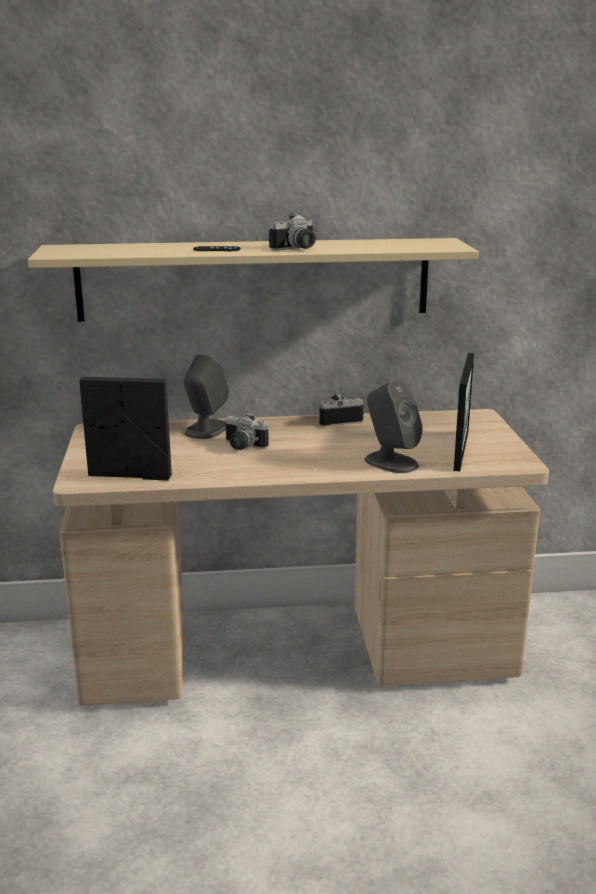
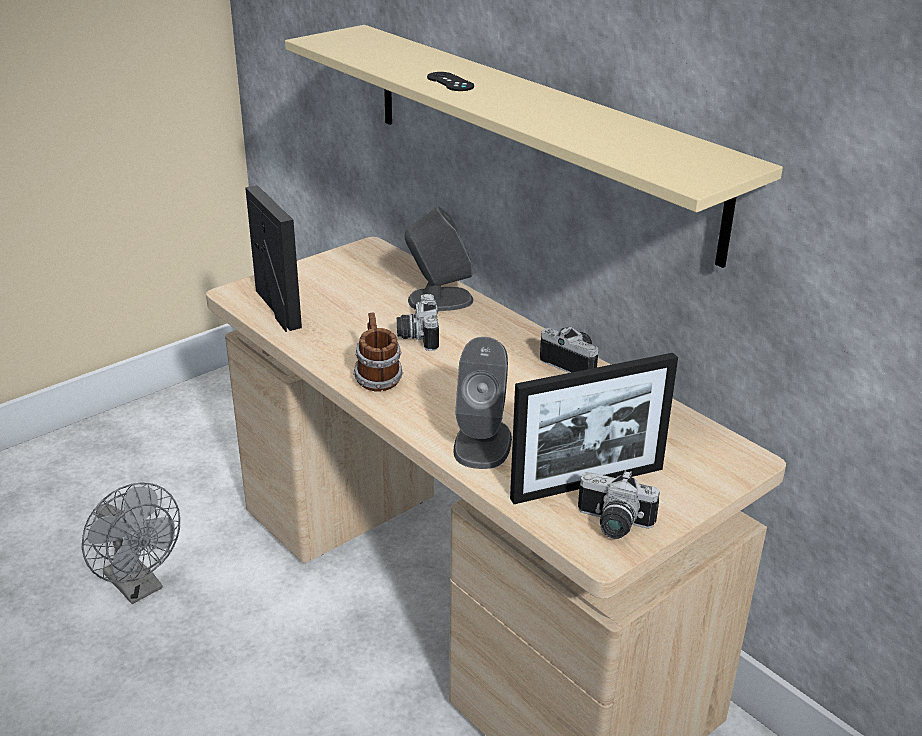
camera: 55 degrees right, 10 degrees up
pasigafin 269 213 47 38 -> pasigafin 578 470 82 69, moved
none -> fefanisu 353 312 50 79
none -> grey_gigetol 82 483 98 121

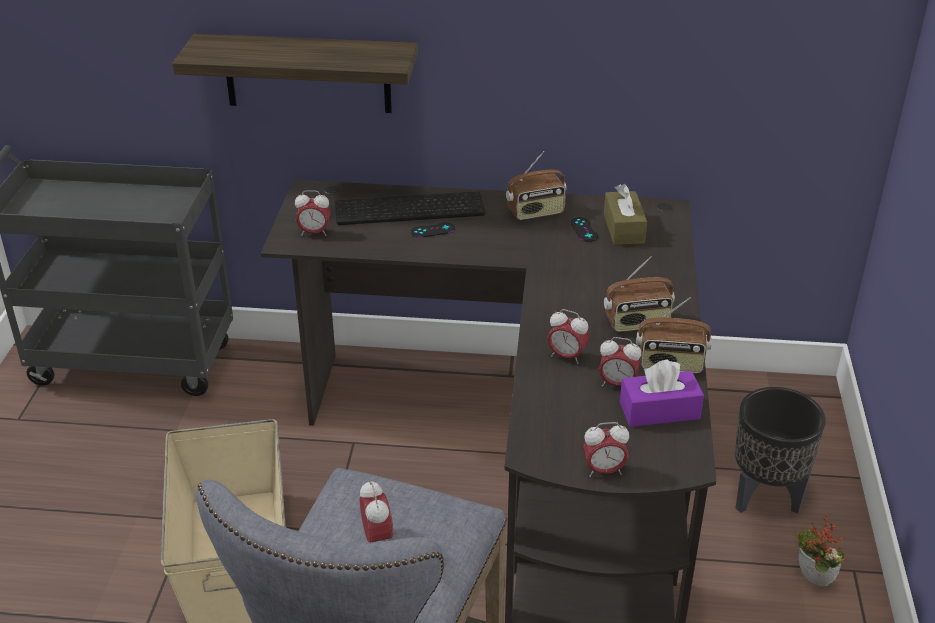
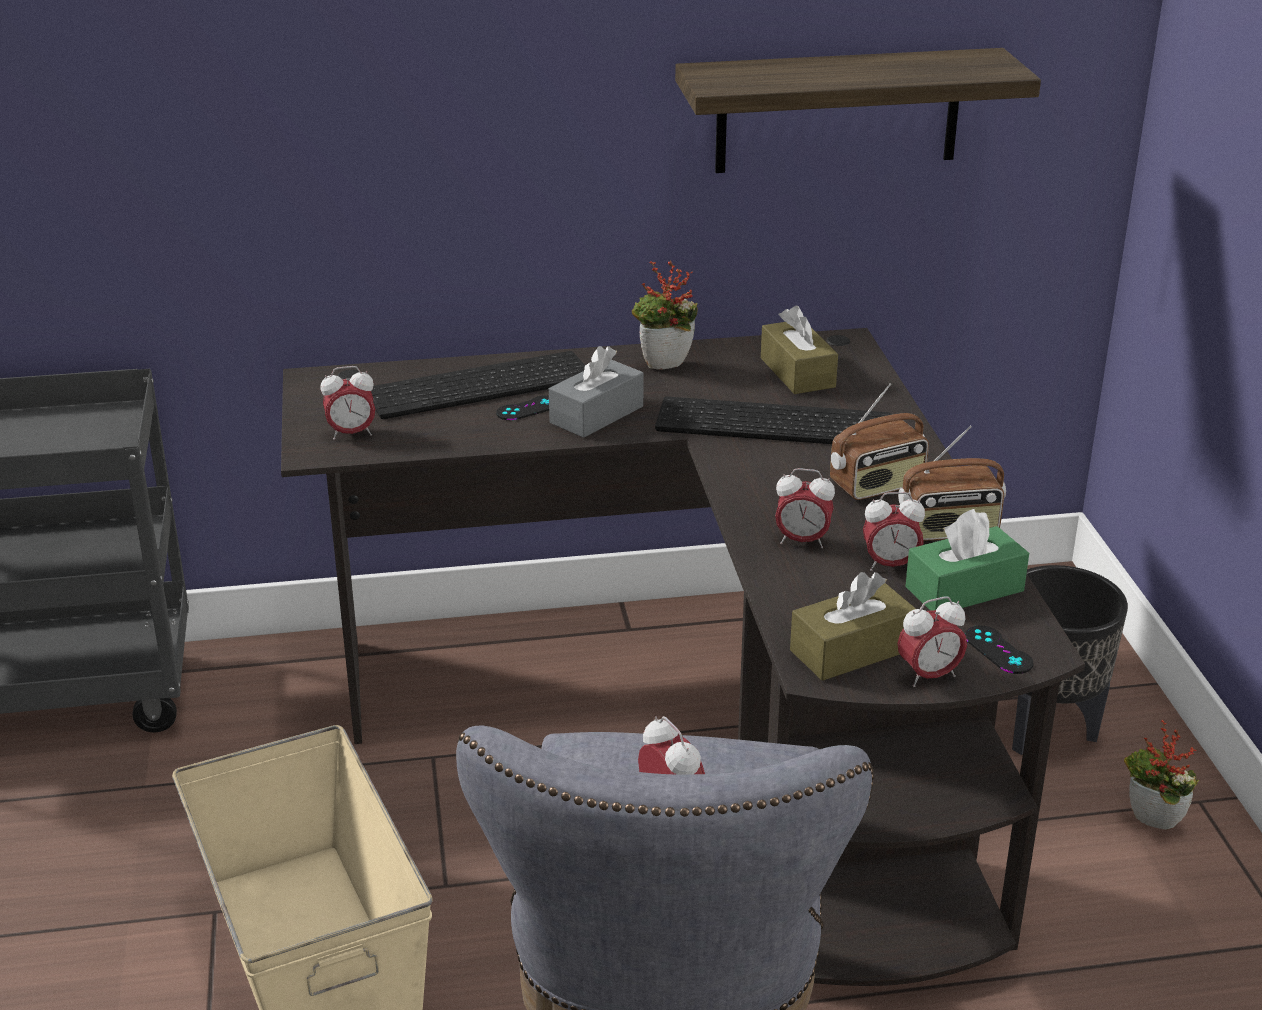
camera: 15 degrees left, 5 degrees down
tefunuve 172 34 246 79 -> tefunuve 675 48 366 125, moved
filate 506 151 60 69 -> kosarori 632 261 66 108
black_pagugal 570 217 28 25 -> black_pagugal 965 625 68 49, moved
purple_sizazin 620 359 84 68 -> green_sizazin 905 509 124 102
none -> grey_sizazin 549 346 94 92
none -> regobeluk 655 397 236 47
none -> brown_sizazin 790 572 126 109

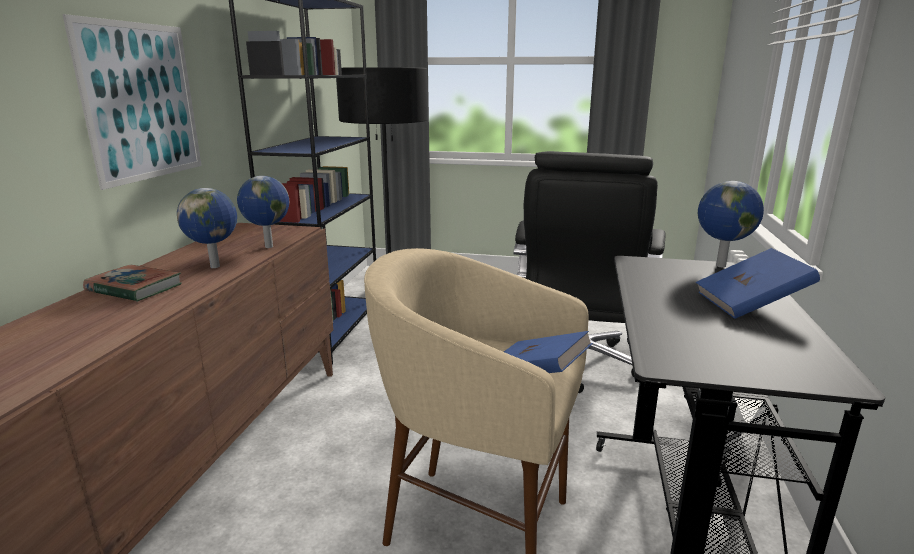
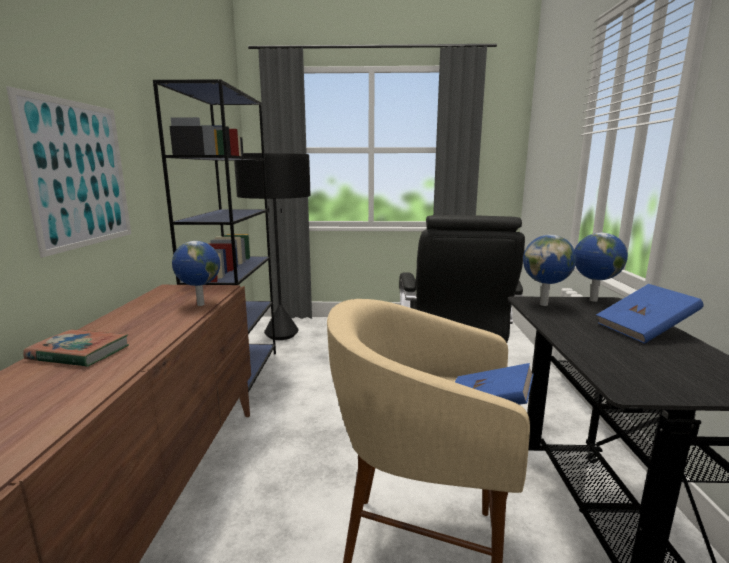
camera: 10 degrees left, 5 degrees down
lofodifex 177 188 60 80 -> lofodifex 523 235 54 71, moved

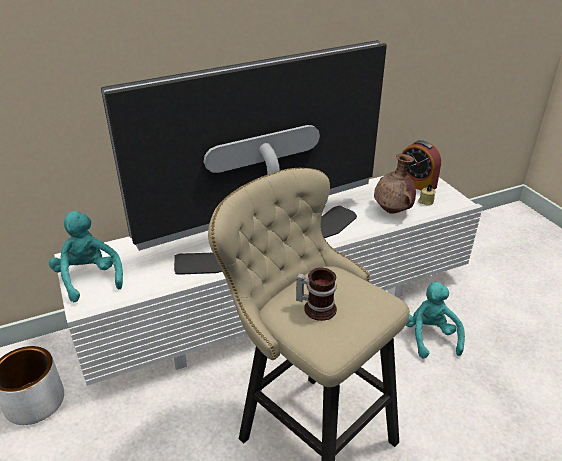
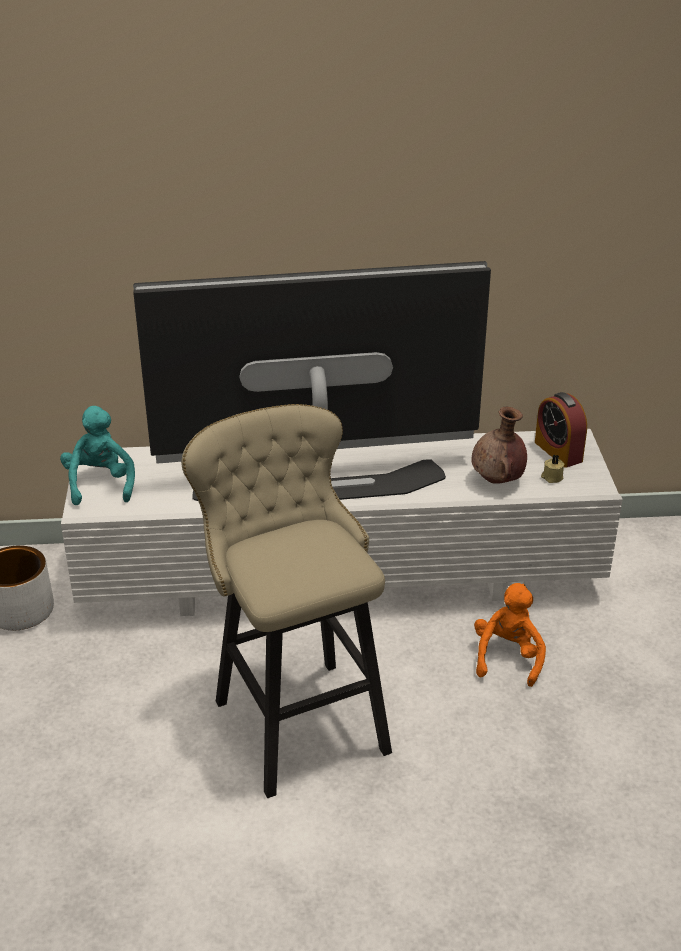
camera: 20 degrees right, 0 degrees up
fefanisu 296 267 41 54 -> none
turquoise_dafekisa 406 282 59 77 -> orange_dafekisa 474 583 72 104

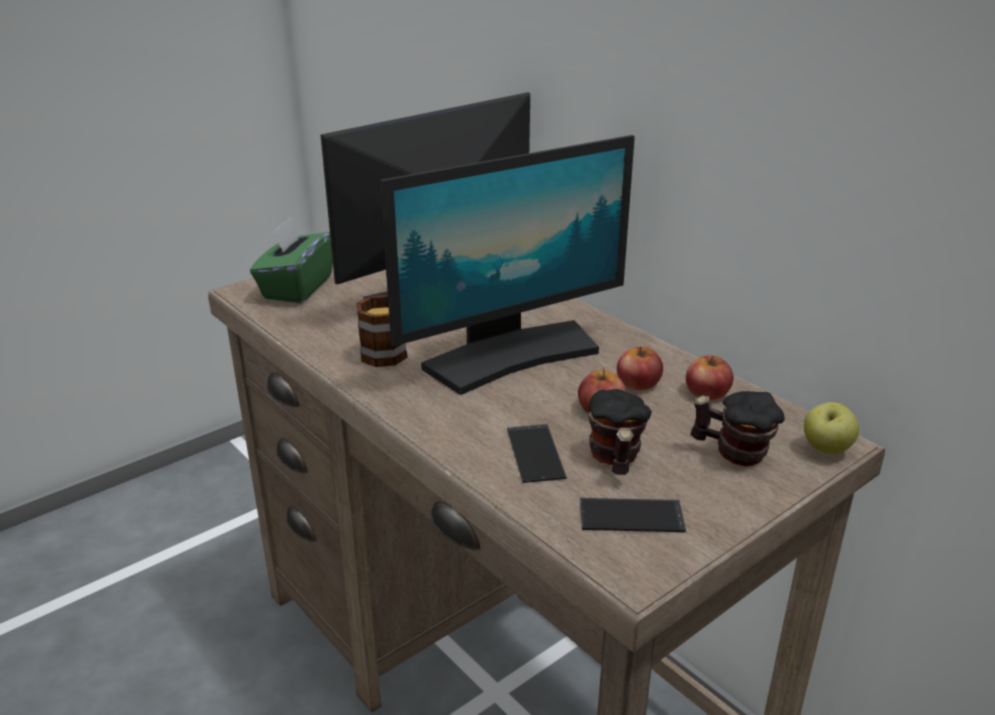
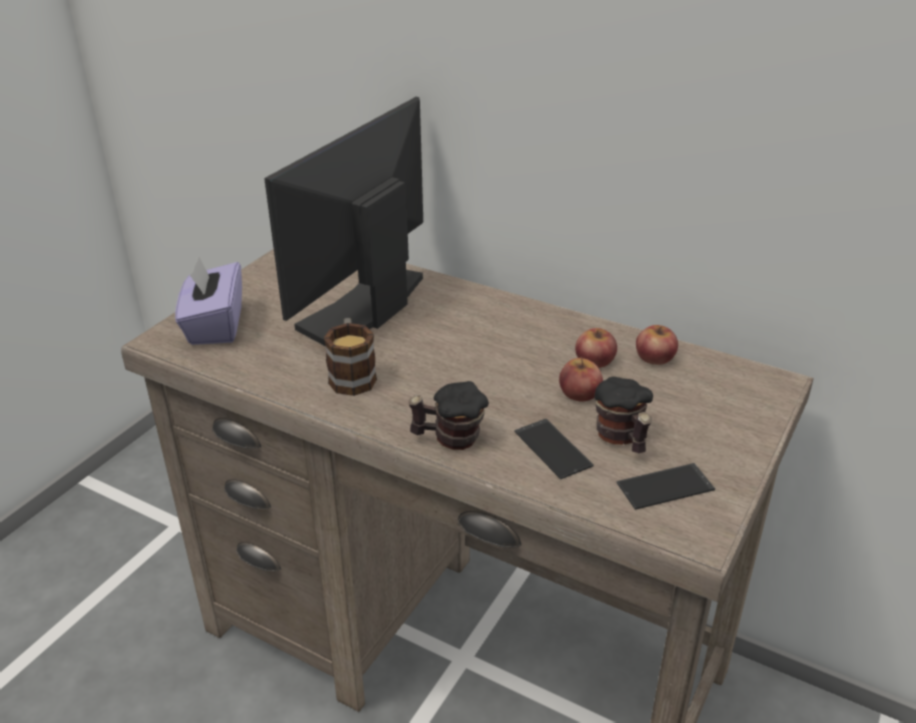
camera: 20 degrees left, 5 degrees up
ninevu 380 135 255 260 -> none
green_sizazin 250 217 83 86 -> purple_sizazin 175 256 67 89
fefanisu 690 391 95 75 -> fefanisu 409 381 80 69, moved
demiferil 804 402 55 52 -> none

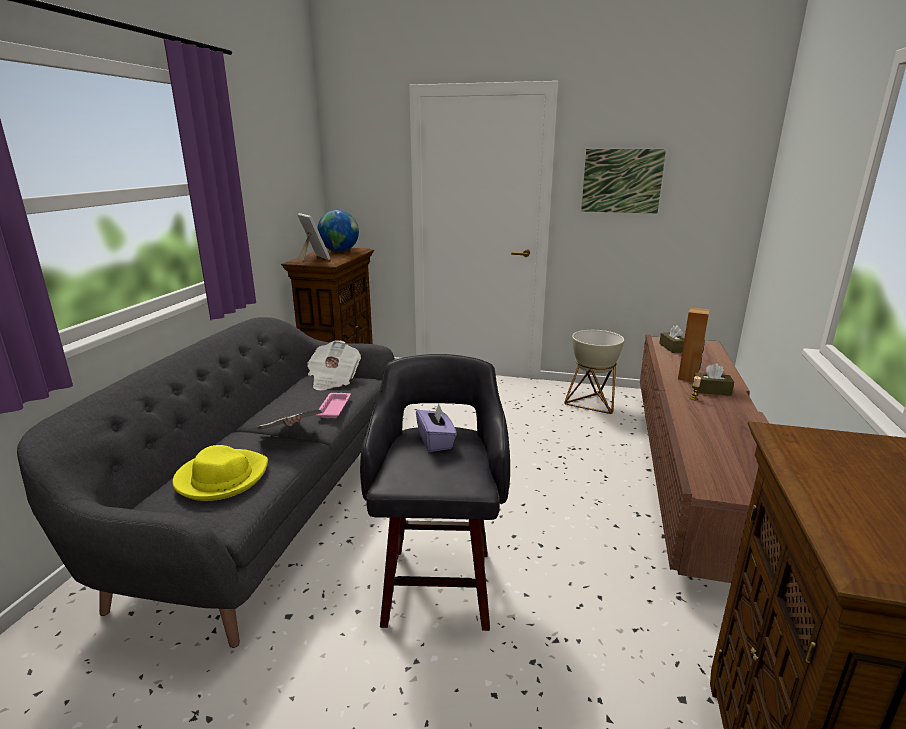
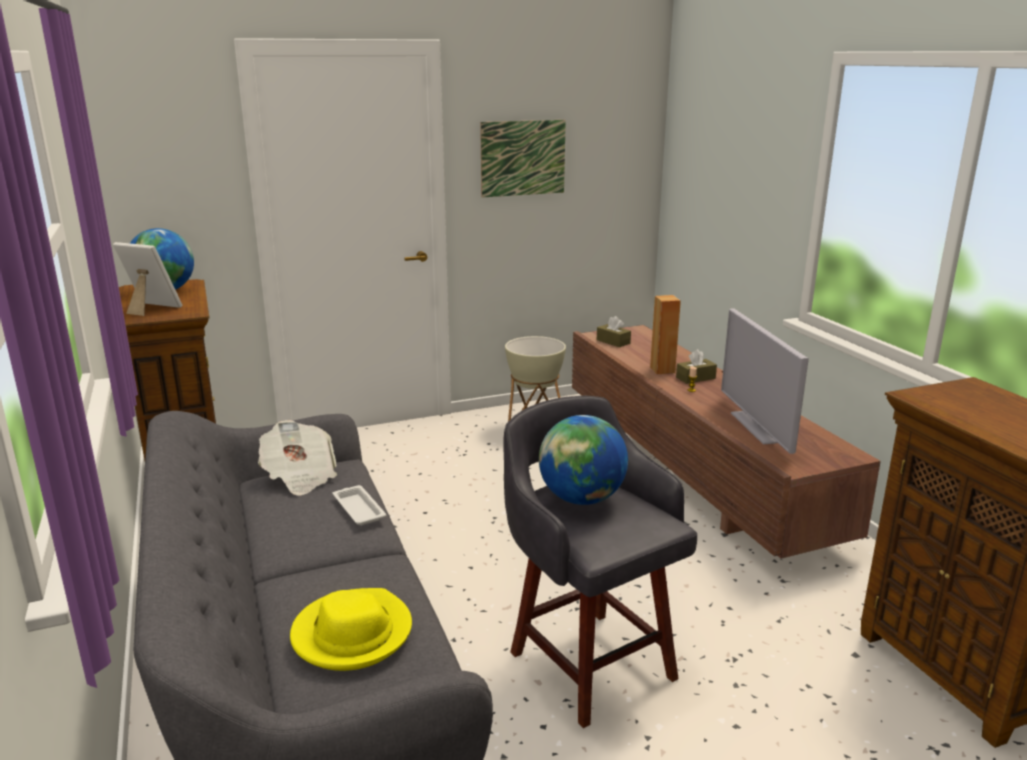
camera: 35 degrees left, 0 degrees up
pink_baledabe 316 393 35 25 -> white_baledabe 333 485 53 40
purple_sizazin 416 404 41 48 -> lofodifex 539 415 89 90
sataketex 257 410 65 20 -> none
none -> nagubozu 721 308 88 146

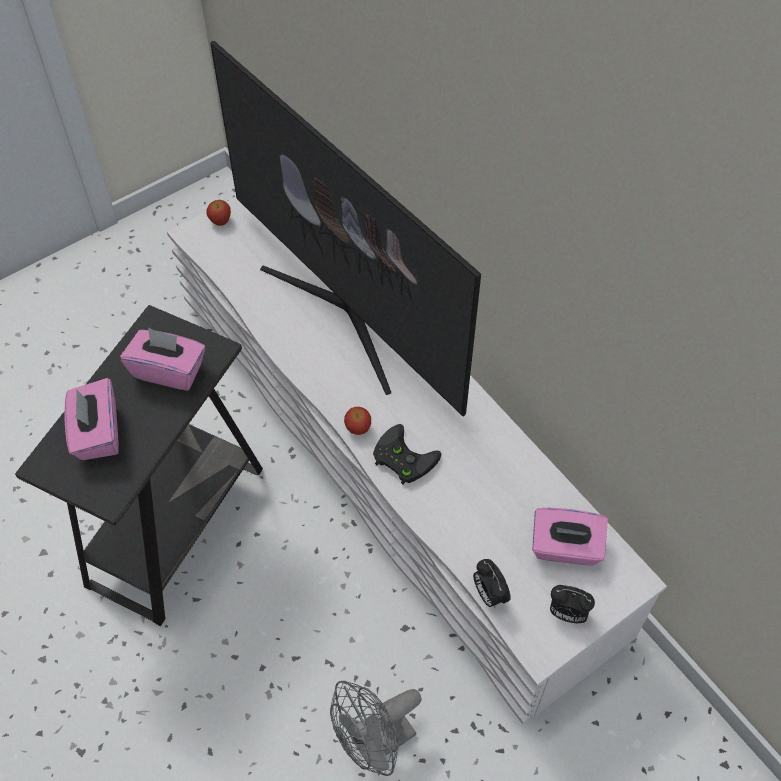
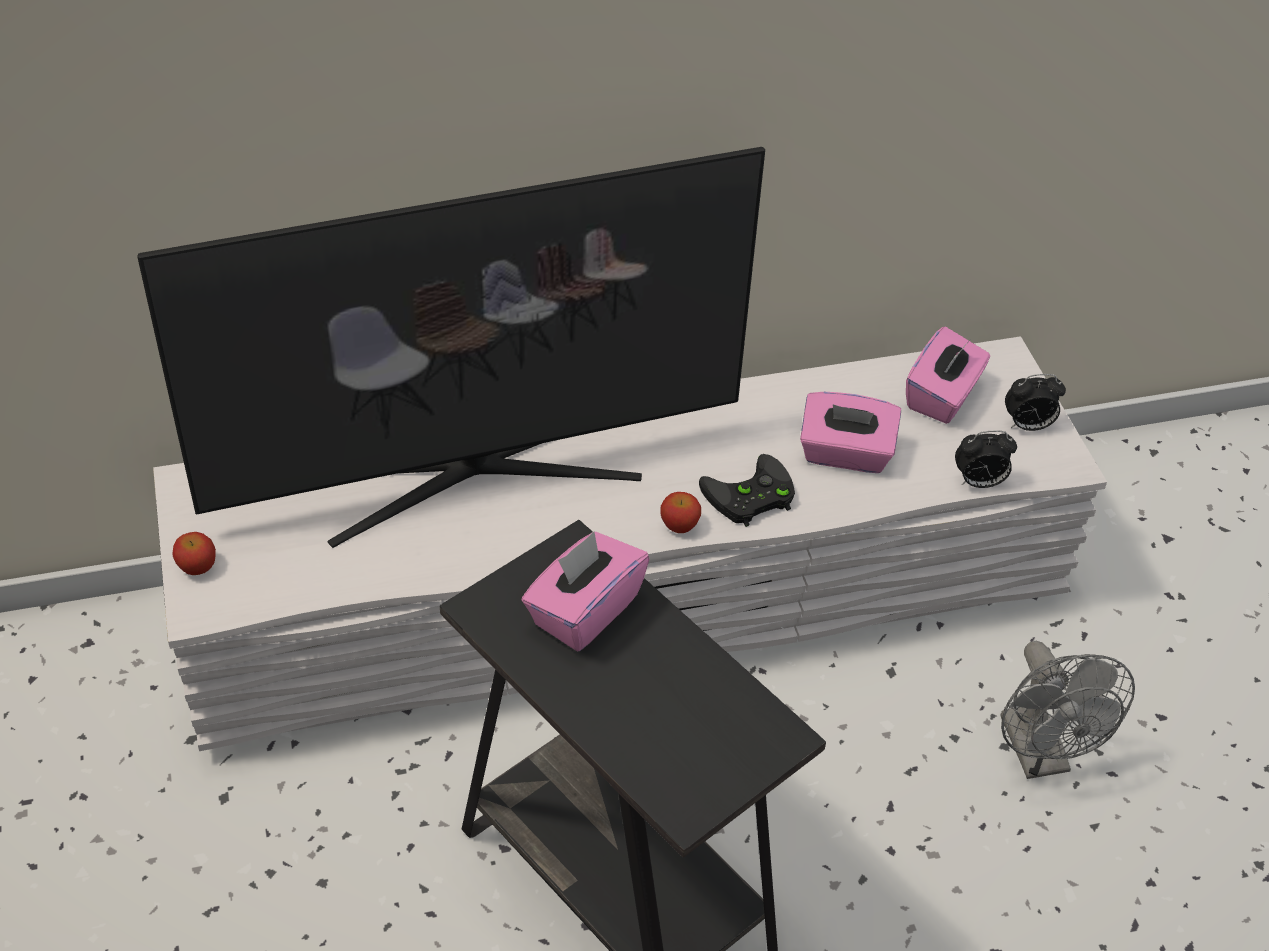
camera: 70 degrees left, 10 degrees down
pink_sizazin 65 378 54 82 -> pink_sizazin 800 392 101 81, moved
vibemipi 550 585 45 38 -> vibemipi 1005 374 61 57, 45 degrees clockwise

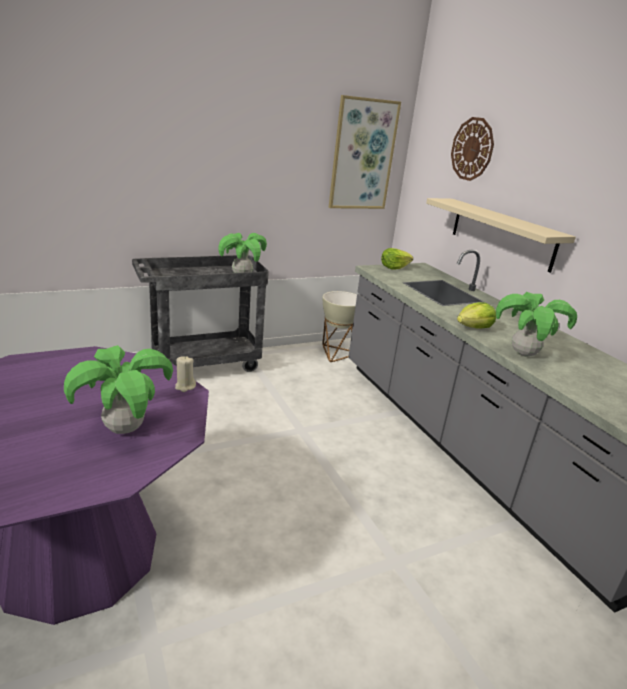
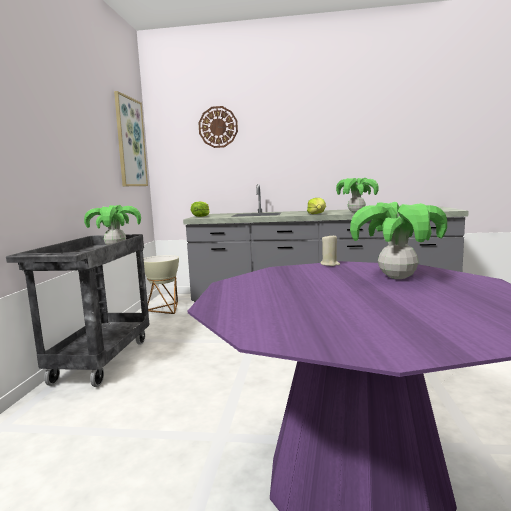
camera: 55 degrees left, 15 degrees down
beige_tefunuve 426 198 150 75 -> none

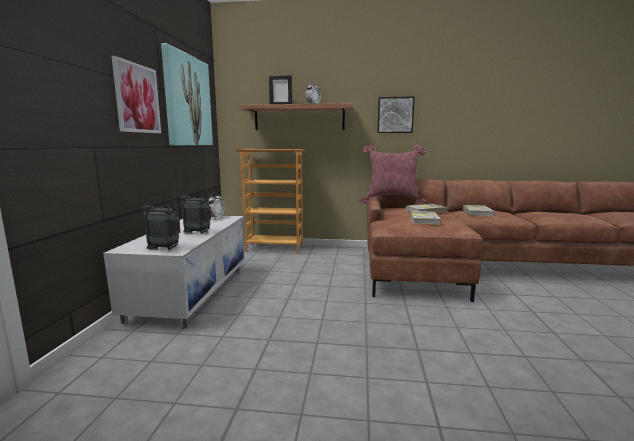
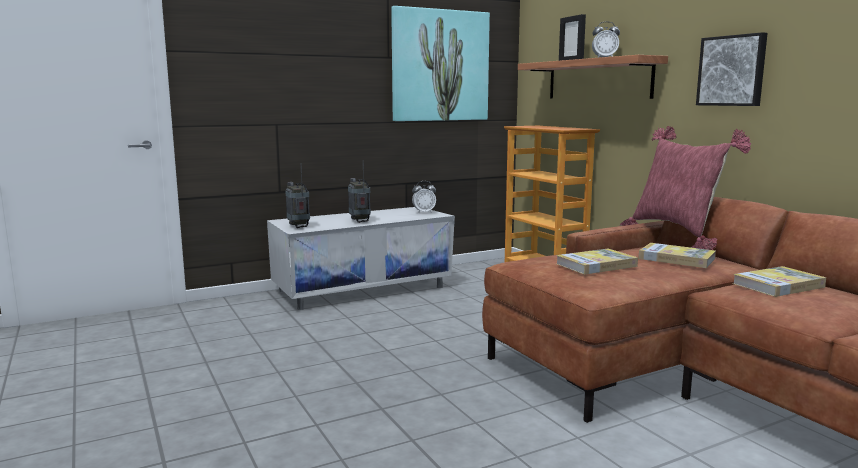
camera: 55 degrees right, 0 degrees up
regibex 112 56 49 77 -> none

